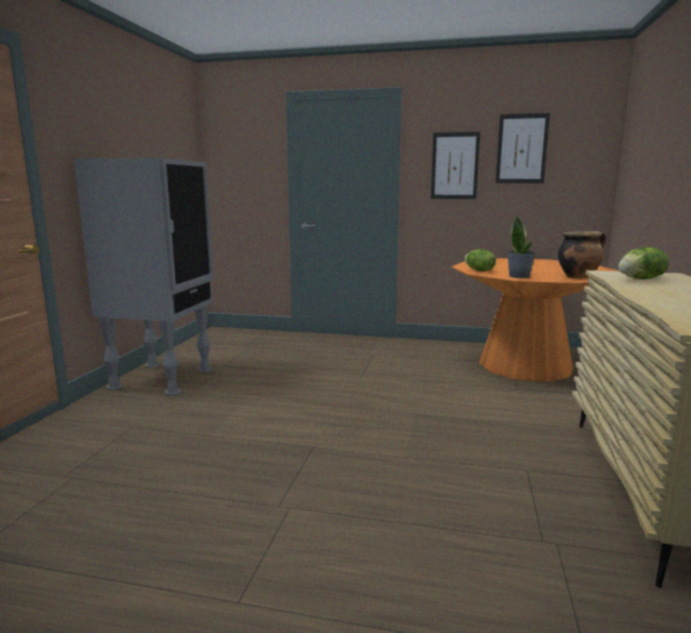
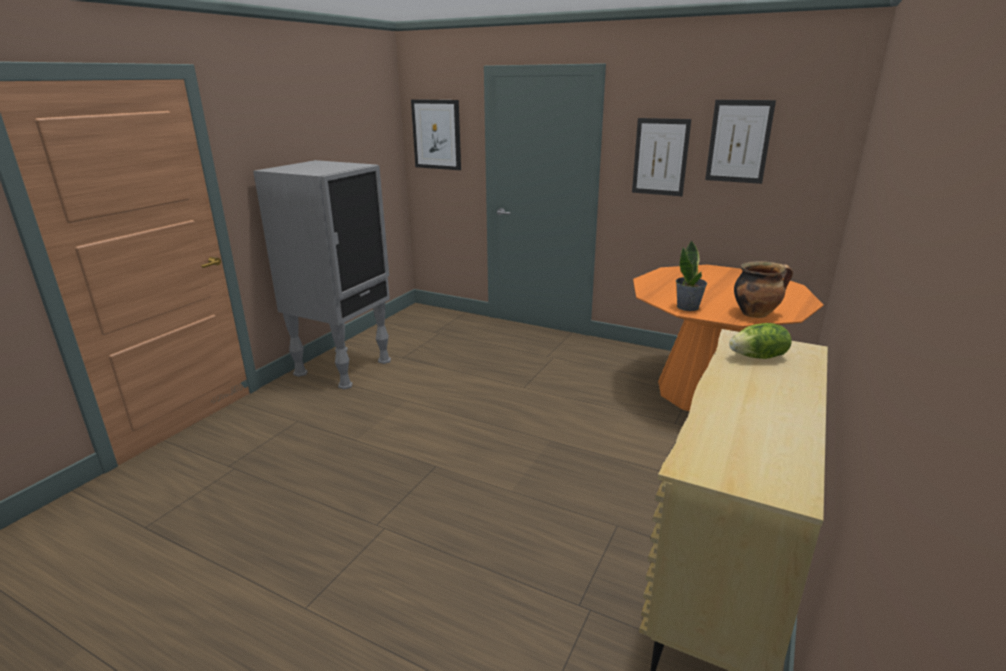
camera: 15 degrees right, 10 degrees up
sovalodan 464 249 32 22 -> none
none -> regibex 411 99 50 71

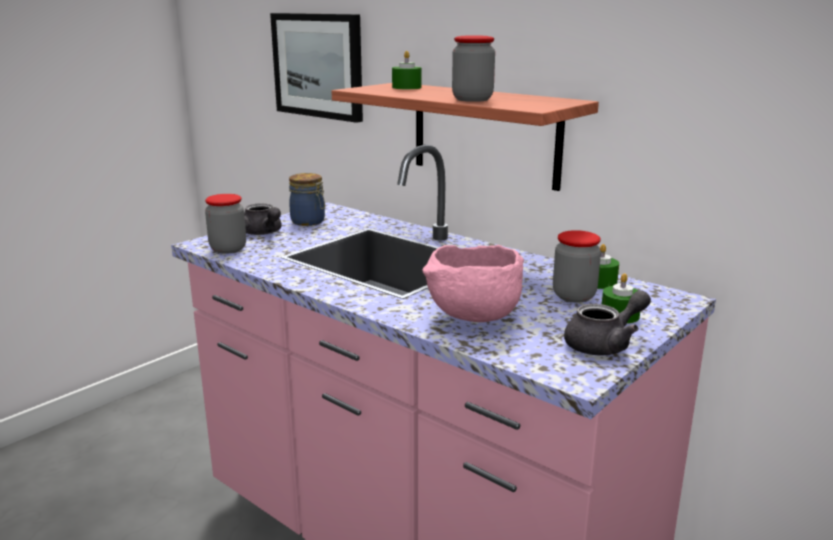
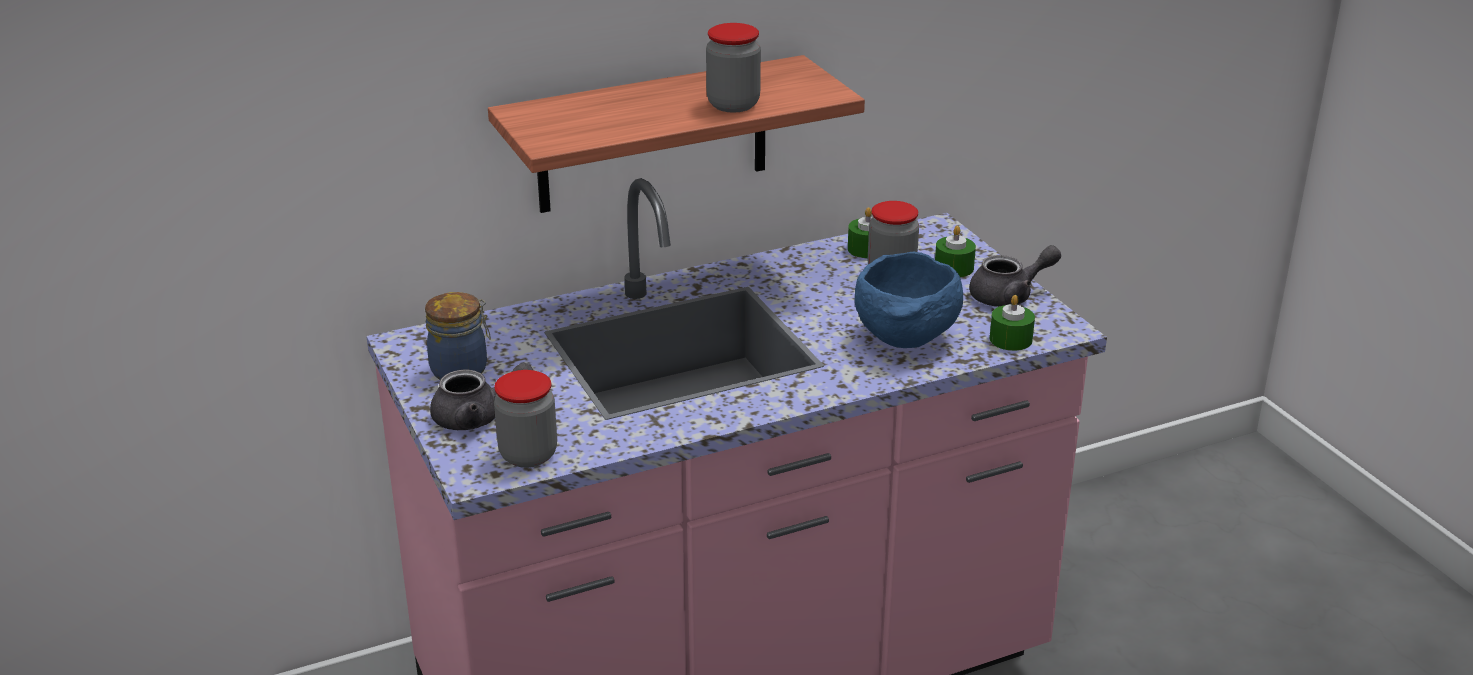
camera: 65 degrees left, 10 degrees up
regibex 270 13 93 110 -> none
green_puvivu 392 51 30 38 -> green_puvivu 990 295 45 56, moved
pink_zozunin 423 245 101 77 -> blue_zozunin 855 252 108 96
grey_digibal 564 290 87 66 -> grey_digibal 969 245 92 62, 75 degrees clockwise

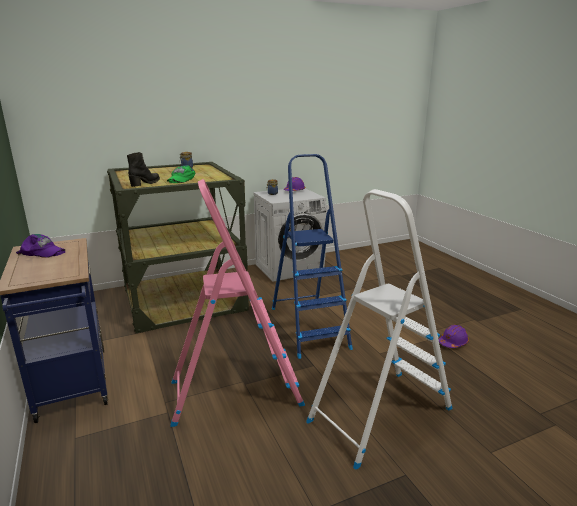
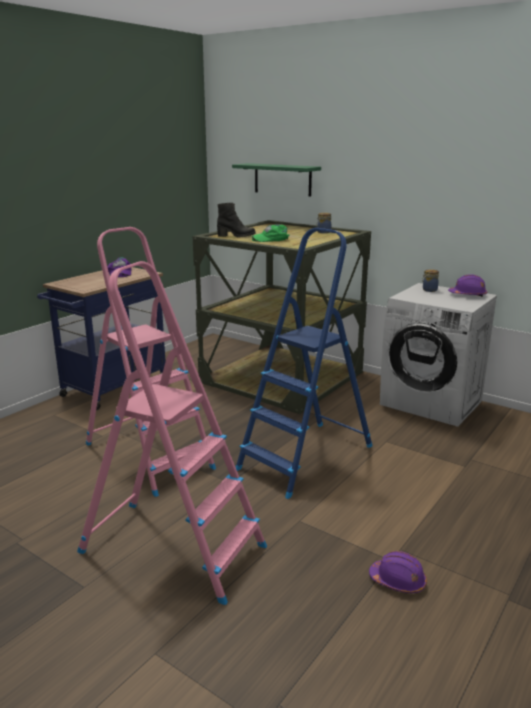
camera: 60 degrees right, 0 degrees up
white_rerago 306 189 146 281 -> pink_rerago 77 261 190 344
none -> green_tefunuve 232 163 89 34

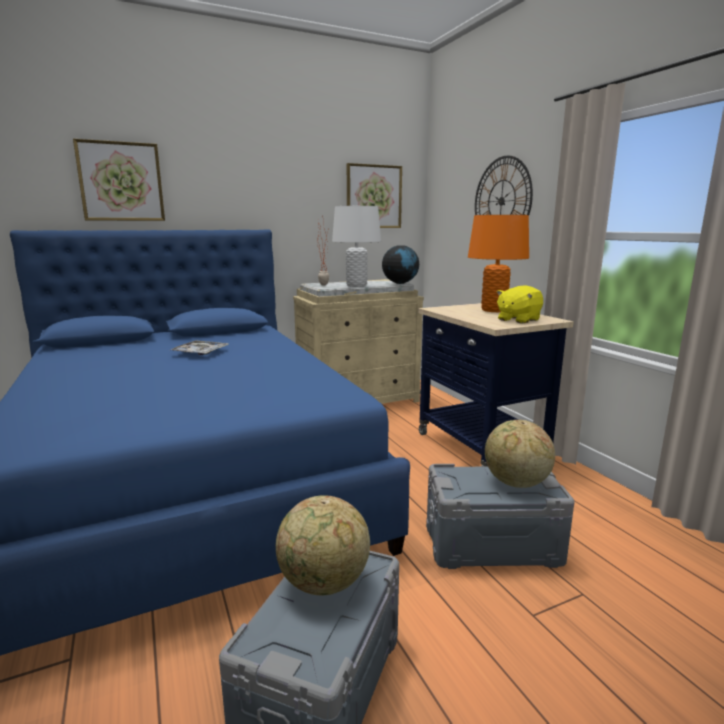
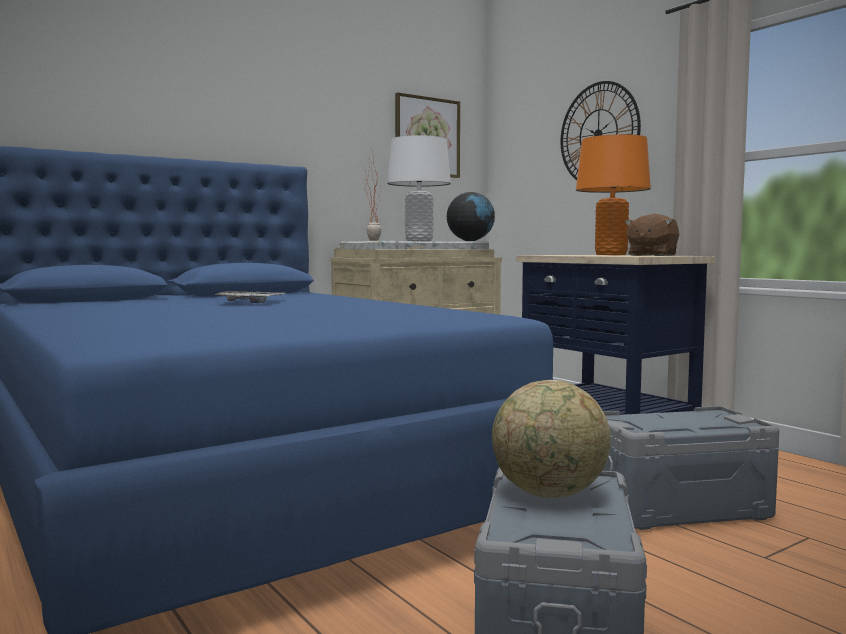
camera: 10 degrees left, 10 degrees down
regibex 73 139 92 82 -> none
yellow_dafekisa 497 285 46 39 -> brown_dafekisa 625 214 54 42
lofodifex 485 420 70 68 -> none

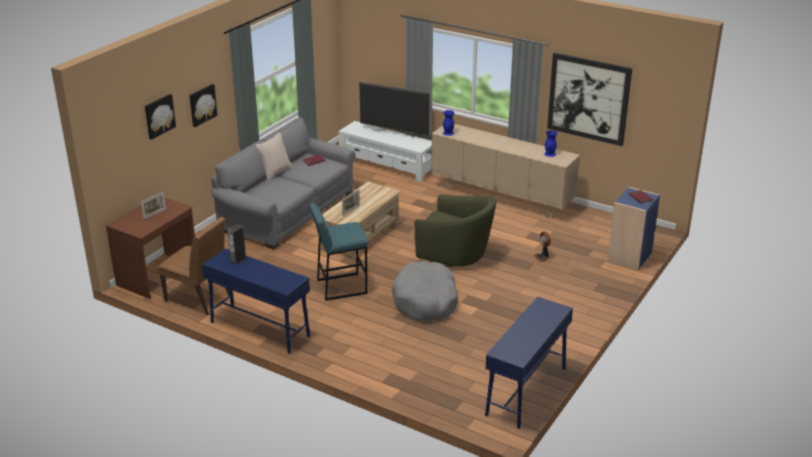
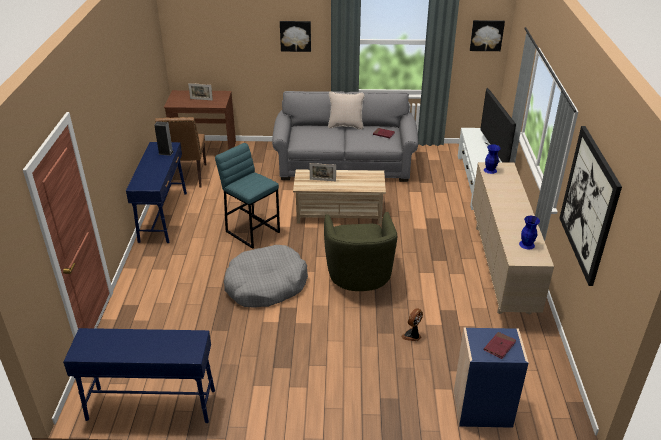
camera: 60 degrees right, 5 degrees up
regibex 145 94 31 46 -> regibex 470 20 35 31, moved

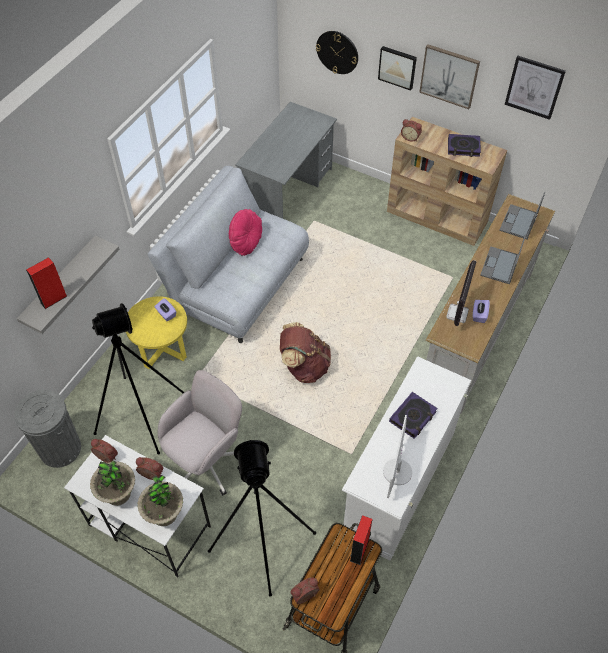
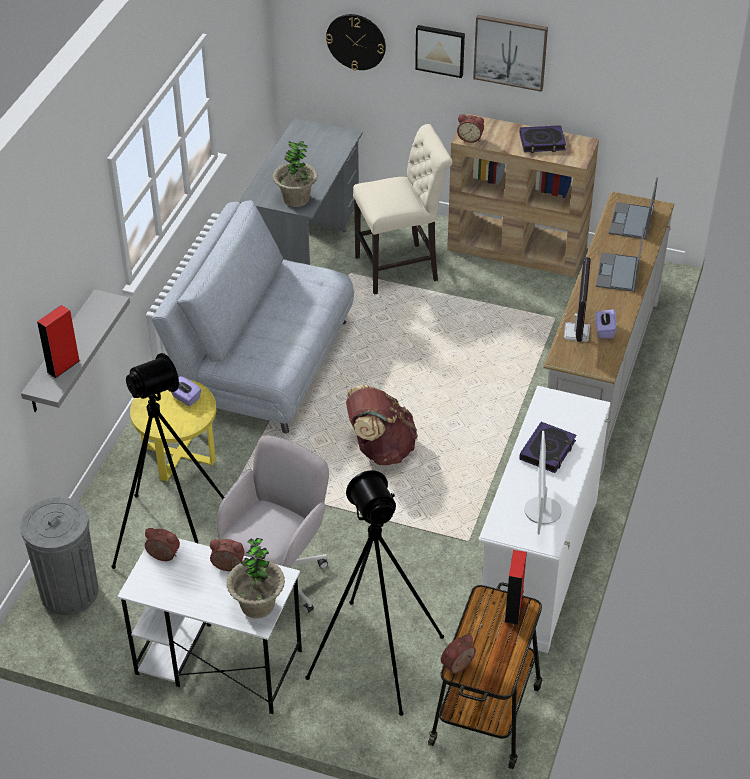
camera: 10 degrees left, 10 degrees down
regibex 505 55 61 65 -> none
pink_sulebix 229 209 33 47 -> none
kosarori 90 460 45 46 -> kosarori 273 141 45 66, moved
none -> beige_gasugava 353 124 100 171

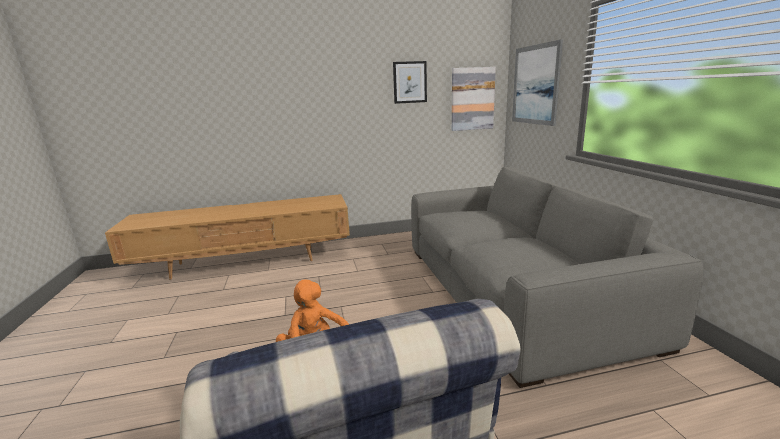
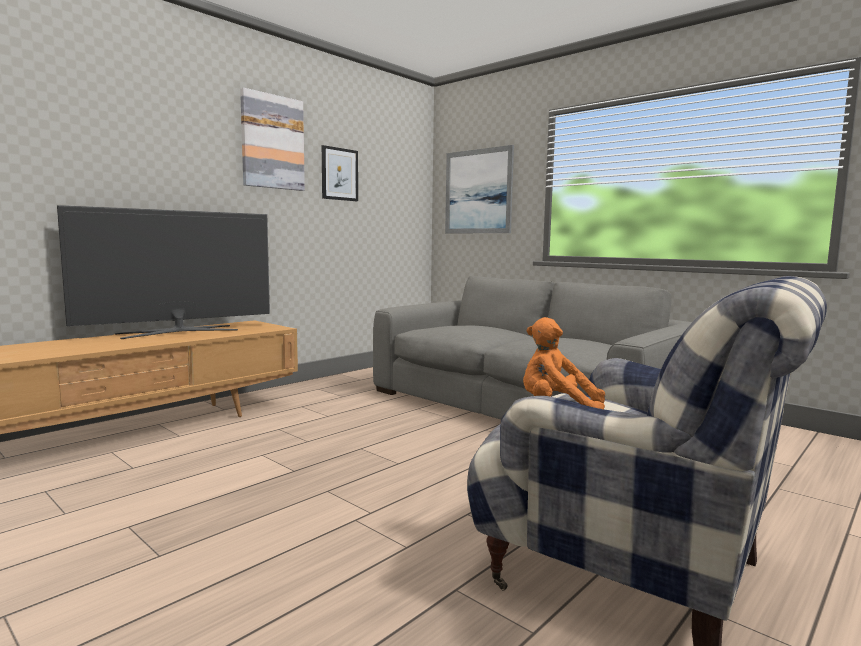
camera: 35 degrees left, 10 degrees down
regibex 452 67 44 64 -> regibex 240 87 65 104, moved
none -> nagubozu 57 205 213 134

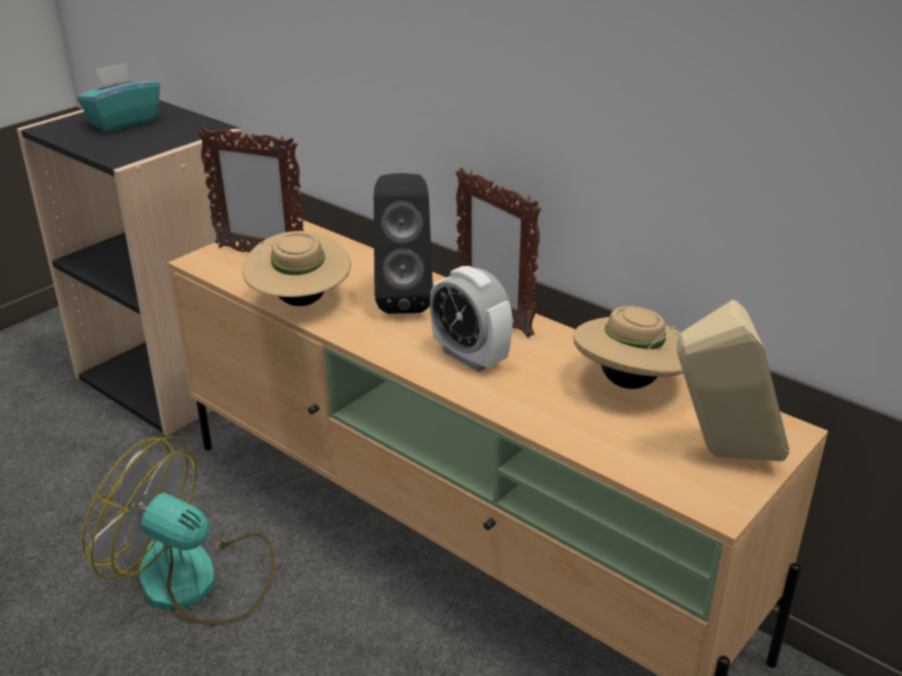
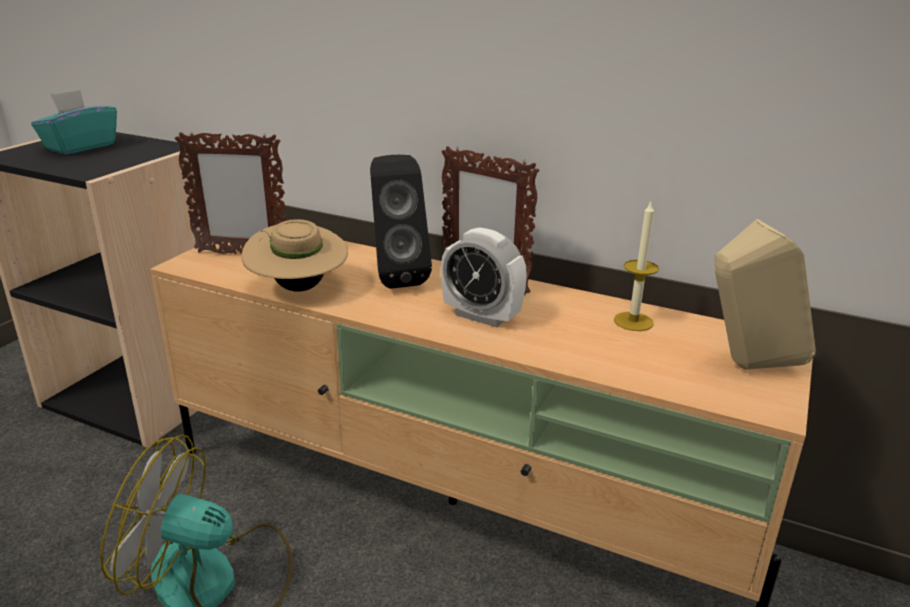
camera: 15 degrees left, 5 degrees down
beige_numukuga 573 306 110 83 -> puvivu 614 201 45 130

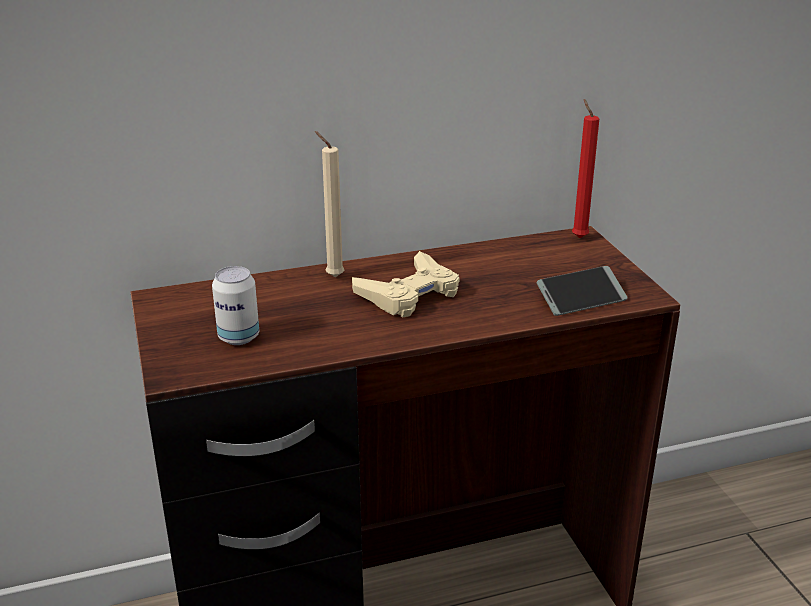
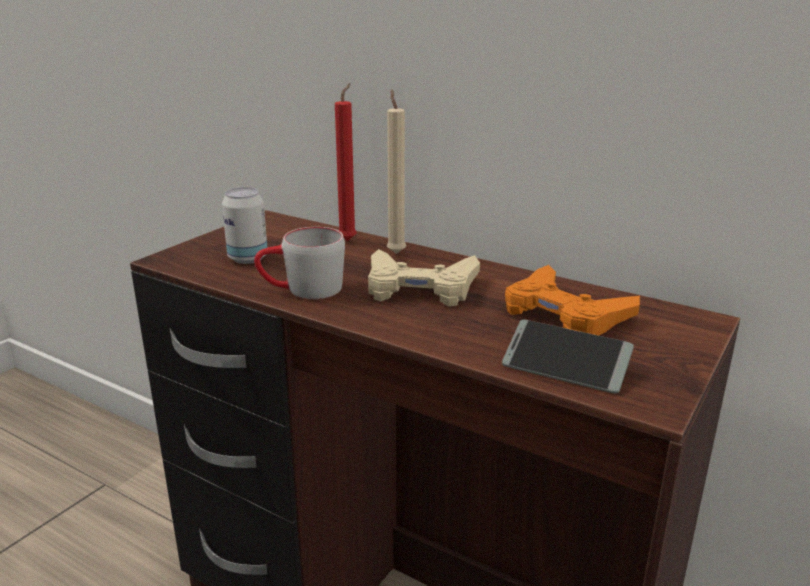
camera: 50 degrees right, 5 degrees down
red_puvivu 572 99 27 139 -> red_puvivu 335 83 22 158, moved
none -> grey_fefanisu 254 227 91 72
none -> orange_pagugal 505 265 135 71

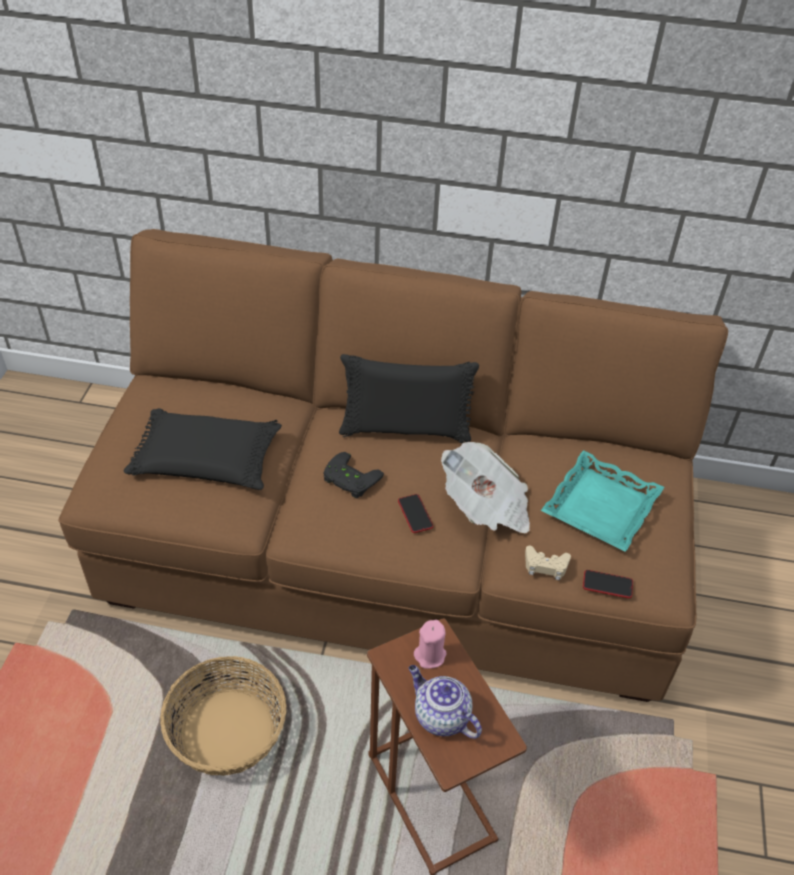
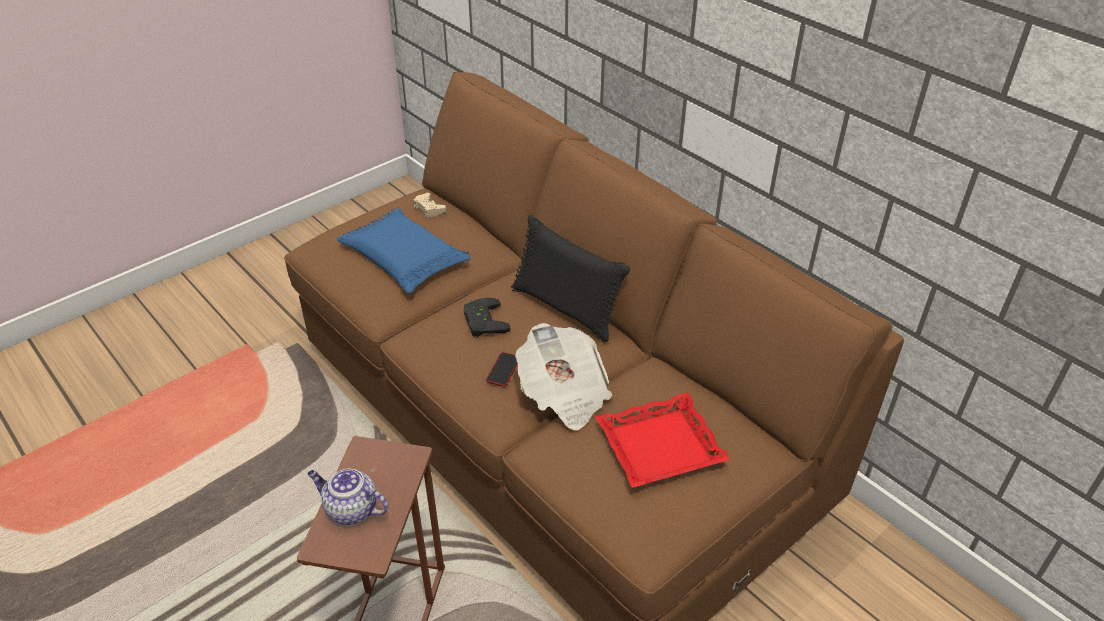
camera: 40 degrees right, 5 degrees down
black_sulebix 124 408 158 82 -> blue_sulebix 337 208 134 86
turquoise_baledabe 541 450 123 102 -> red_baledabe 596 392 134 96
beige_pagugal 525 546 46 34 -> beige_pagugal 414 193 32 25, moved
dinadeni 583 570 50 28 -> none
pink_puvivu 414 620 33 49 -> none
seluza 160 656 127 120 -> none
digibal 409 665 73 74 -> digibal 307 469 81 56, 60 degrees counterclockwise

